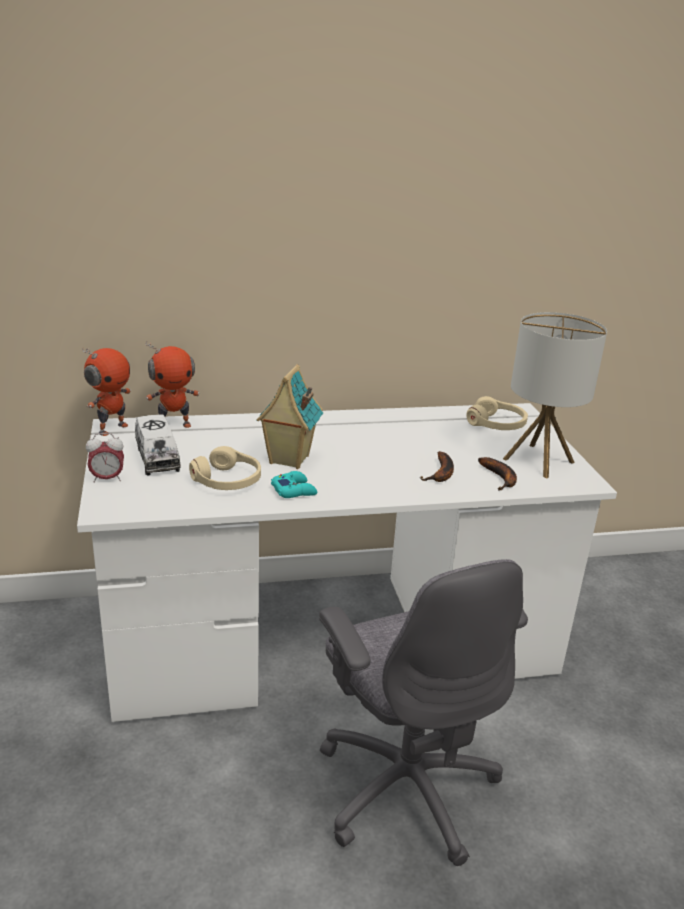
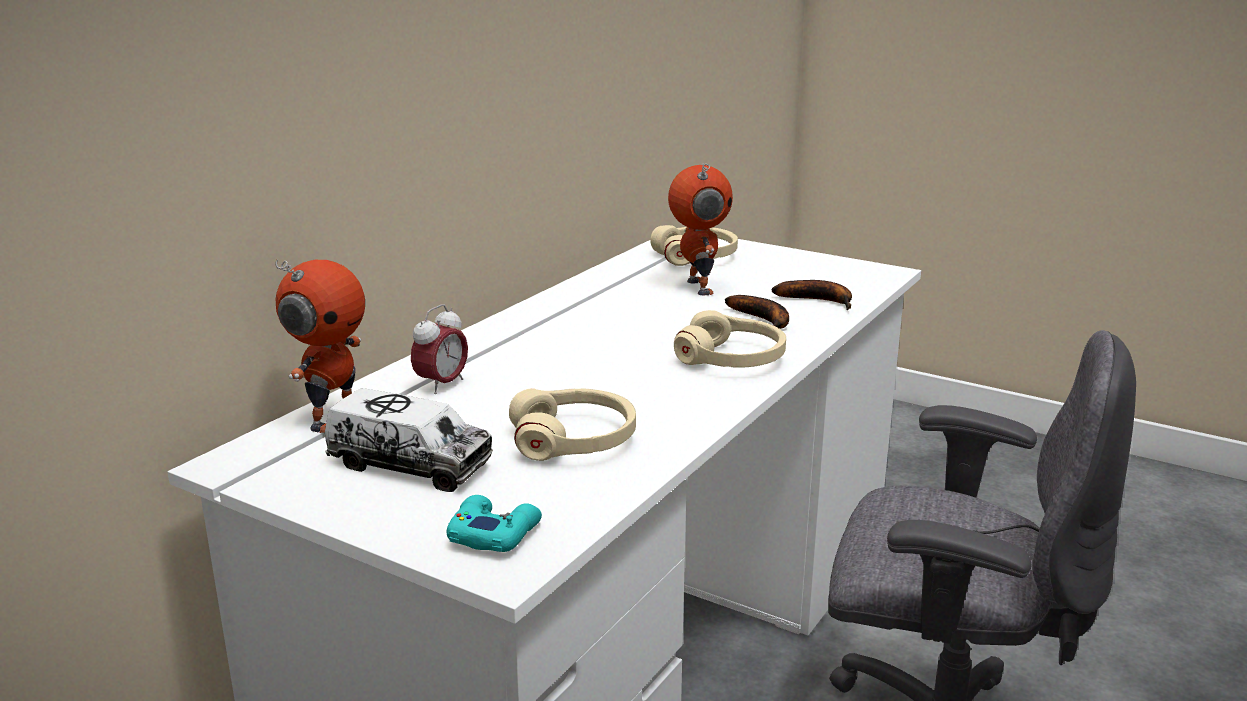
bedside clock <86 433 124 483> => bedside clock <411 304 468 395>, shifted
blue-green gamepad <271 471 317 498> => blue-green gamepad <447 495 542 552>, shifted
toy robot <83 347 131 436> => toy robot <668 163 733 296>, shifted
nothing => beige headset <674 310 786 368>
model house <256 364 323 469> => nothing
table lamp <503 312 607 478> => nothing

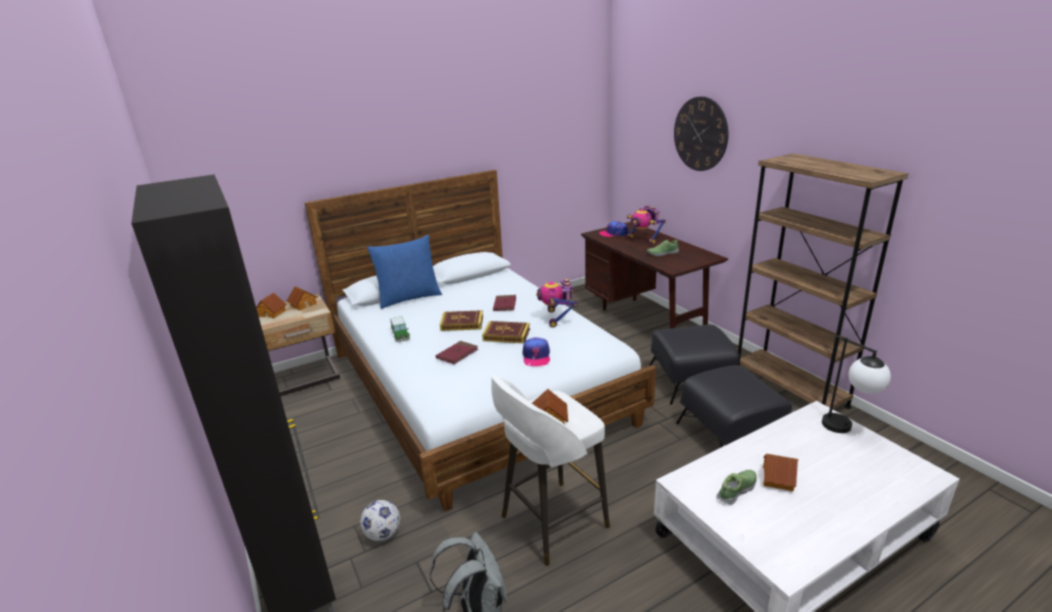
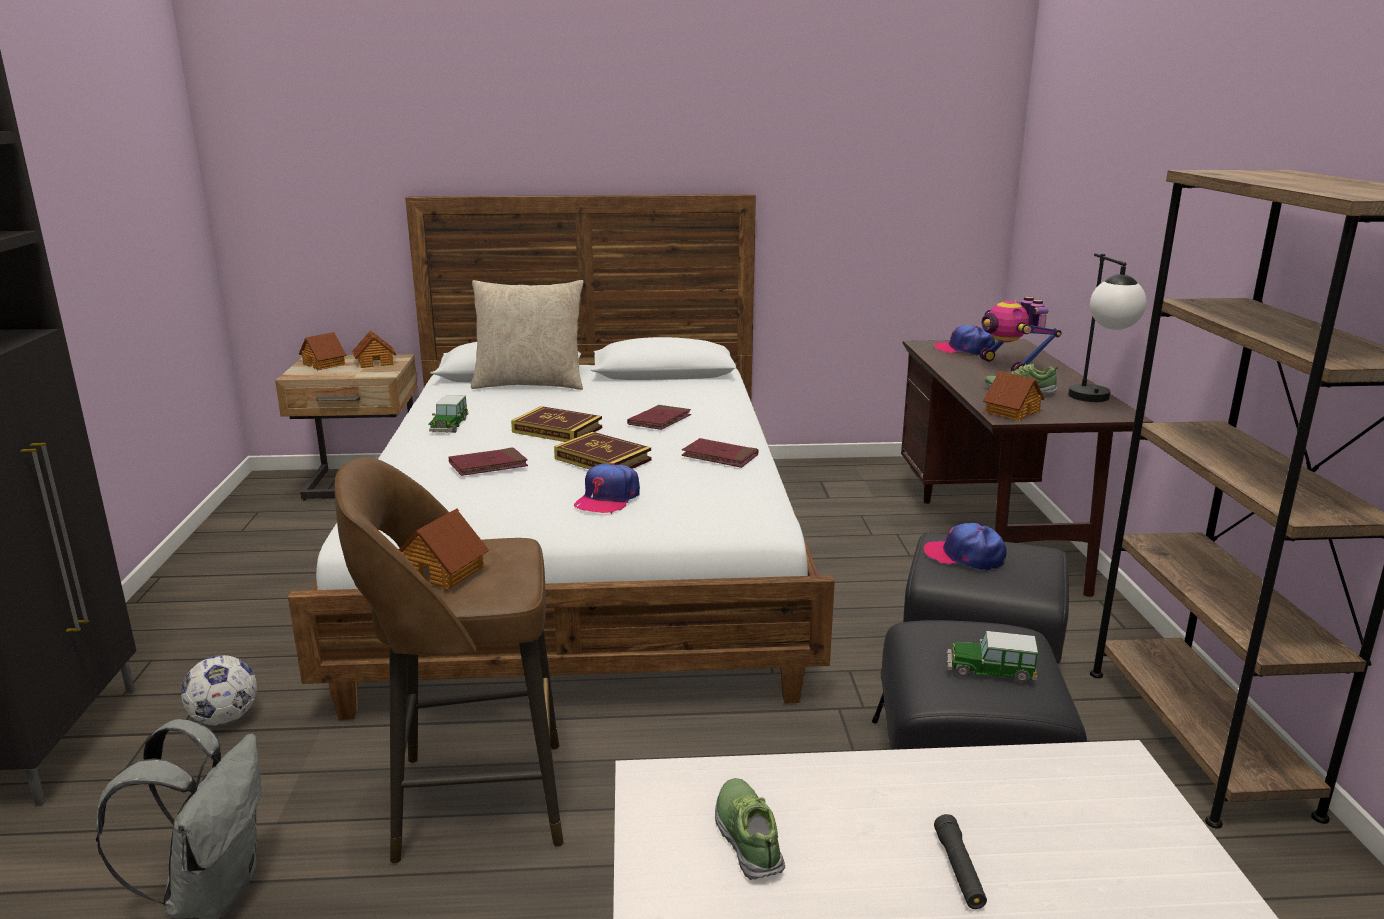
white stool <491 375 610 566> => brownish stool <335 457 564 864>
bluish pillow <367 235 442 309> => beige pillow <471 280 583 390>
toy robot <536 279 577 328> => red volume <682 438 759 468>
shoe <717 470 757 505> => shoe <715 778 785 880>, 90 degrees counterclockwise
nothing => peaked cap <924 523 1007 570>
nothing => blackish flashlight <934 814 987 909>
nothing => model car <946 631 1038 683>
model house <763 454 798 491> => model house <983 371 1044 421>, shifted
table lamp <822 335 891 433> => table lamp <1068 253 1147 402>, shifted
clock on the wall <674 96 728 171> => nothing

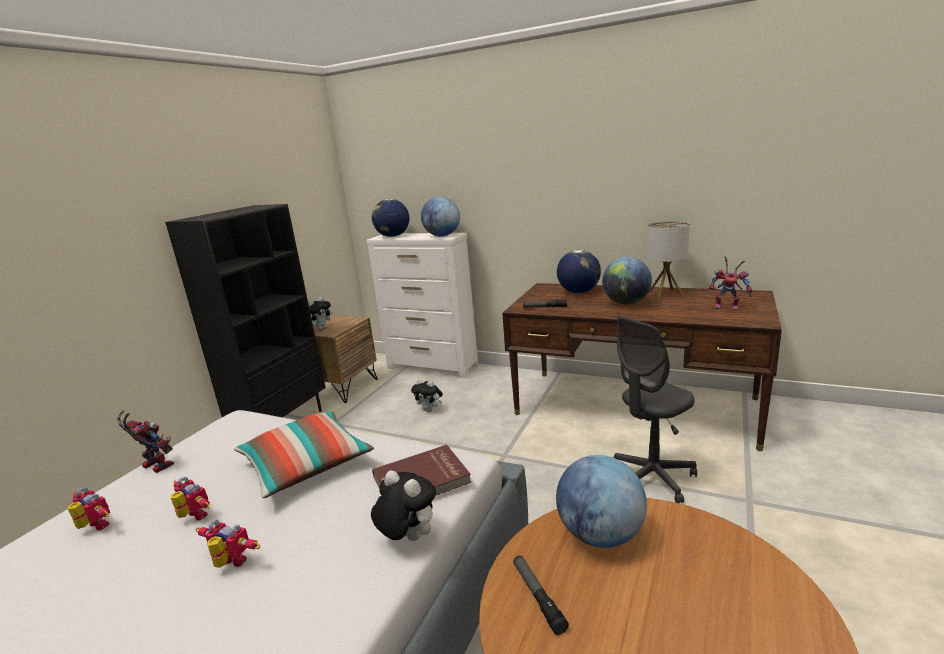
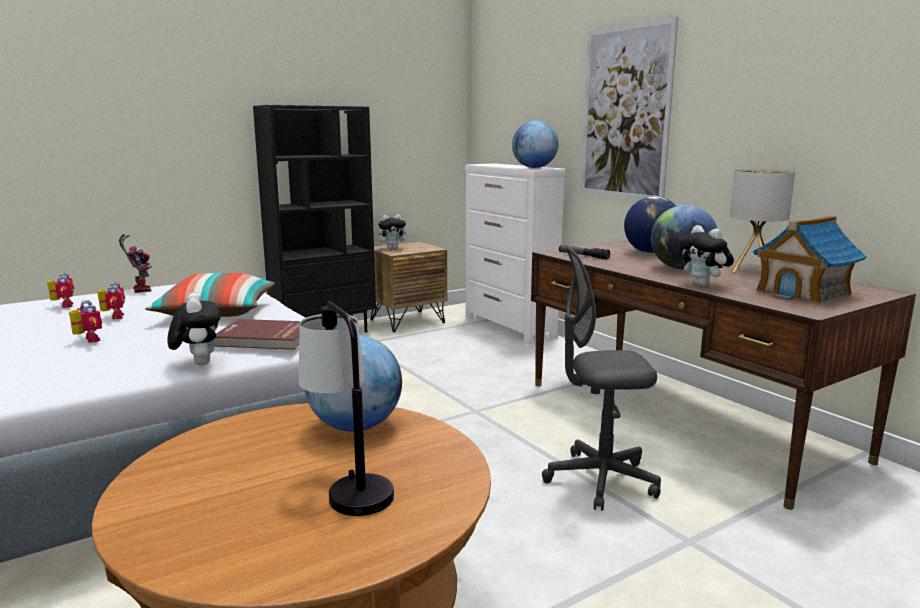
nothing => table lamp <299 301 394 516>
nothing => wall picture <581 17 678 199>
cuddly toy <411 379 443 412> => cuddly toy <679 225 734 286>, shifted
toy robot <708 256 752 310> => model house <753 216 867 304>
world globe <372 199 409 237> => nothing
flashlight <514 556 569 635> => nothing

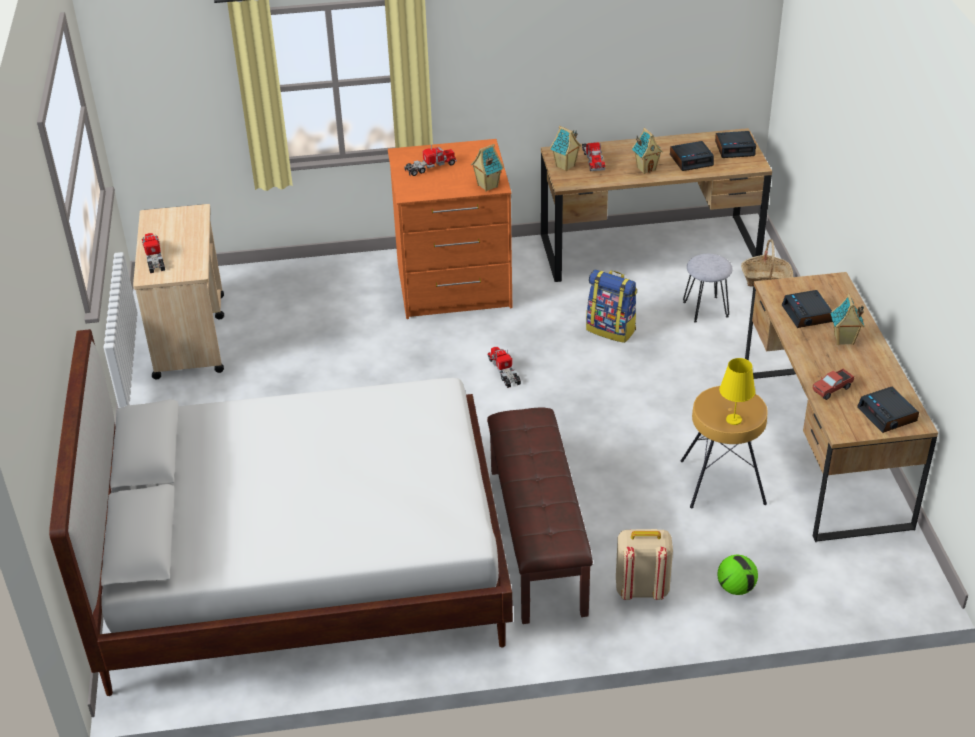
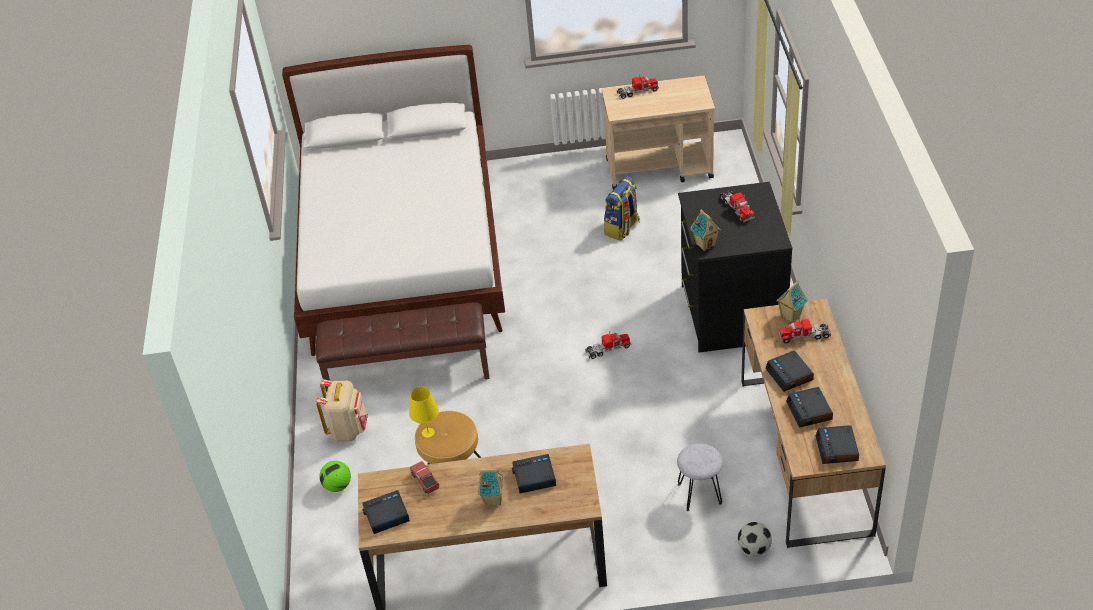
knapsack <586 269 637 343> => knapsack <604 176 640 241>, shifted
orange-coloured dresser <388 139 512 319> => blackish dresser <678 182 792 353>
storage basket <741 239 793 287> => football ball <738 522 772 556>
model house <632 128 663 174> => bedside clock <766 350 814 392>

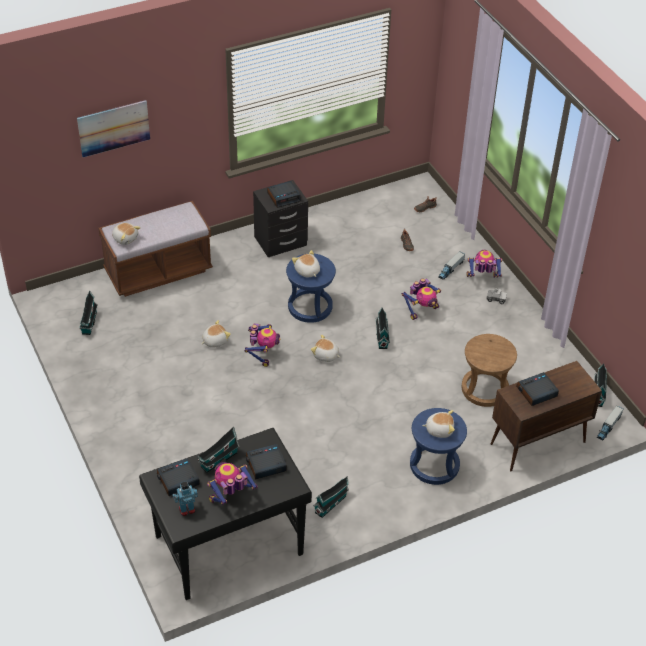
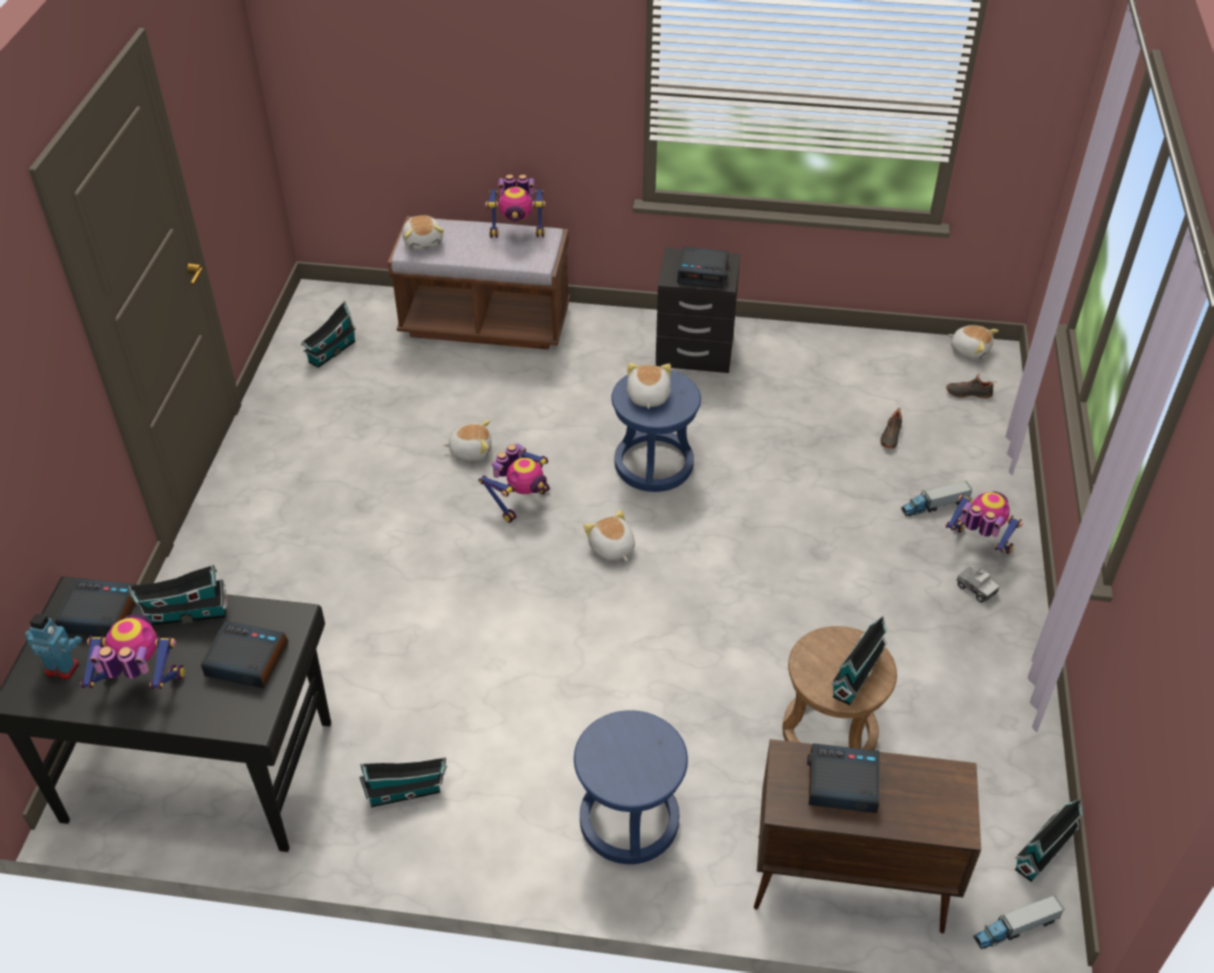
toy robot <402 278 441 320> => toy robot <485 174 546 238>, shifted
model house <376 307 390 349> => model house <831 616 887 705>, shifted
cuddly toy <422 410 455 438> => cuddly toy <948 325 999 360>, shifted
wall picture <77 100 150 157> => nothing

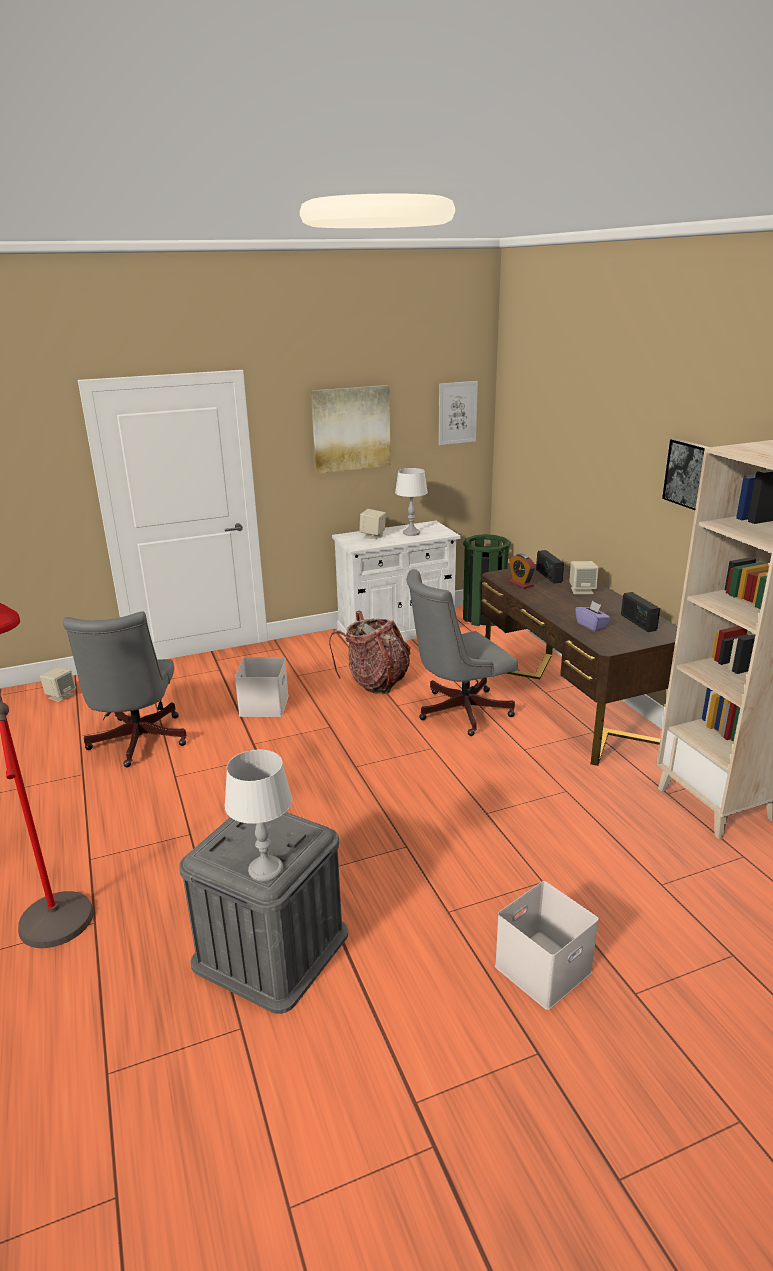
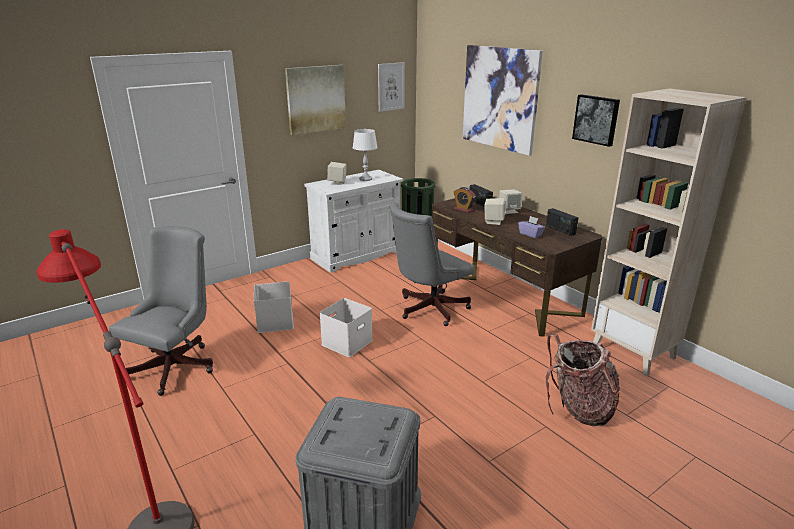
greyish office chair <63 611 186 767> => greyish office chair <109 226 213 396>, 135 degrees counterclockwise
white storage bin <495 881 599 1010> => white storage bin <319 298 373 357>, shifted
nothing => wall picture <463 45 543 156>
beige speaker <40 668 76 702> => beige speaker <485 198 505 225>, shifted
knapsack <329 611 411 694> => knapsack <546 333 620 426>, shifted
white table lamp <224 750 292 882> => nothing

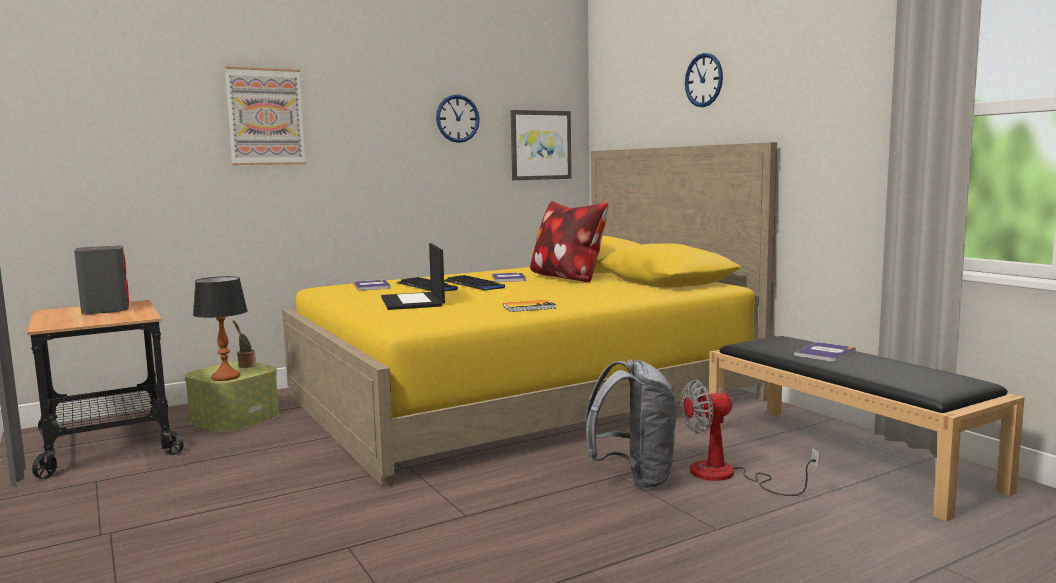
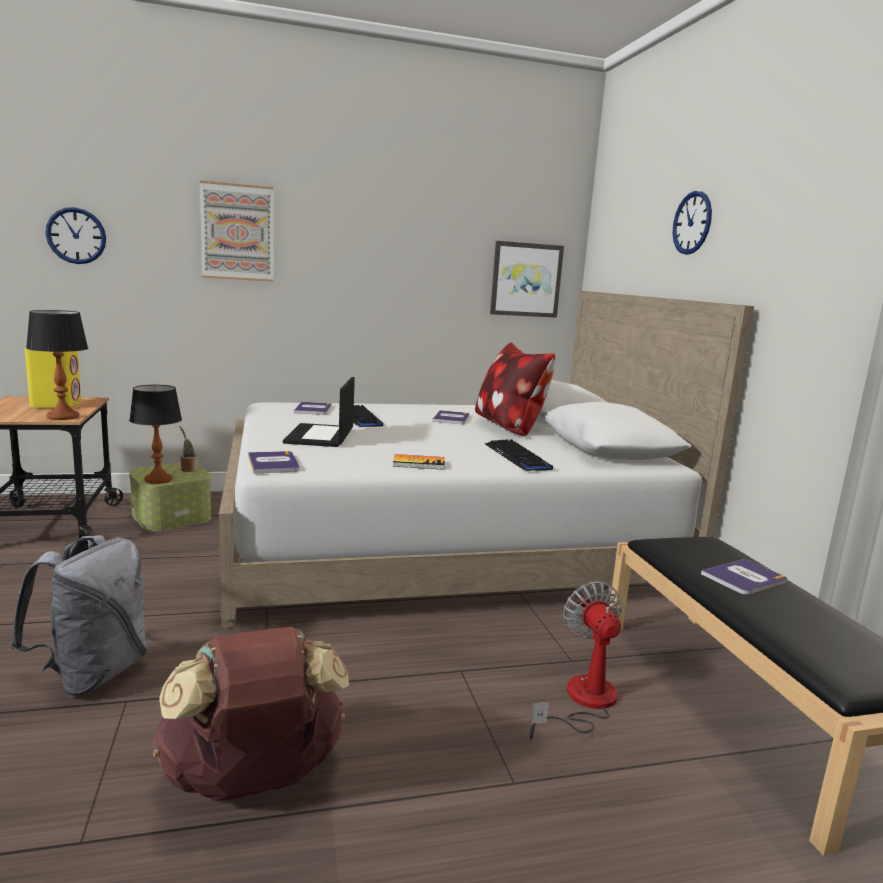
greyish knapsack <586 359 676 488> => greyish knapsack <10 535 147 697>, shifted
greyish speaker <74 245 129 314> => yellowish speaker <25 348 81 408>
nothing => table lamp <26 310 88 420>
clock on the wall <436 95 480 143> => clock on the wall <45 207 106 264>, shifted
nothing => brownish knapsack <152 627 349 801>
yellowish bedroom bed <282 142 777 487> => white bedroom bed <219 291 754 629>
nothing => volume <248 451 299 474>
keyboard <444 275 505 290> => keyboard <485 440 553 471>, shifted
fan <681 380 820 496> => fan <529 582 622 740>, 75 degrees clockwise

